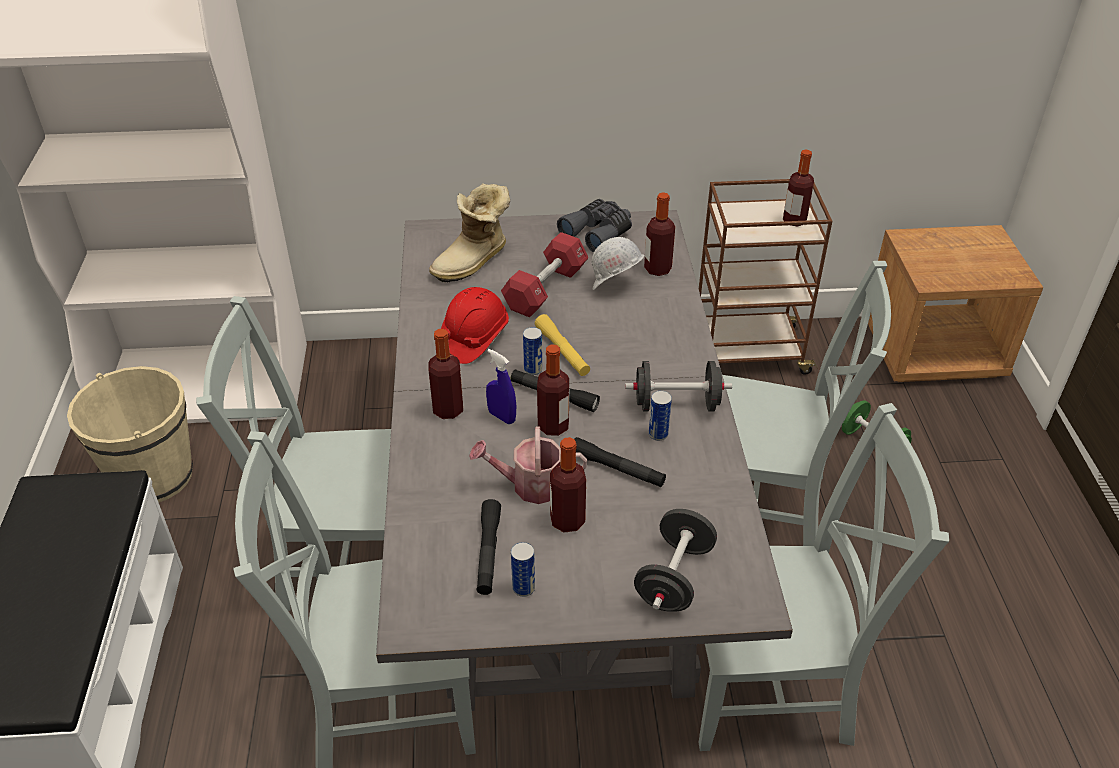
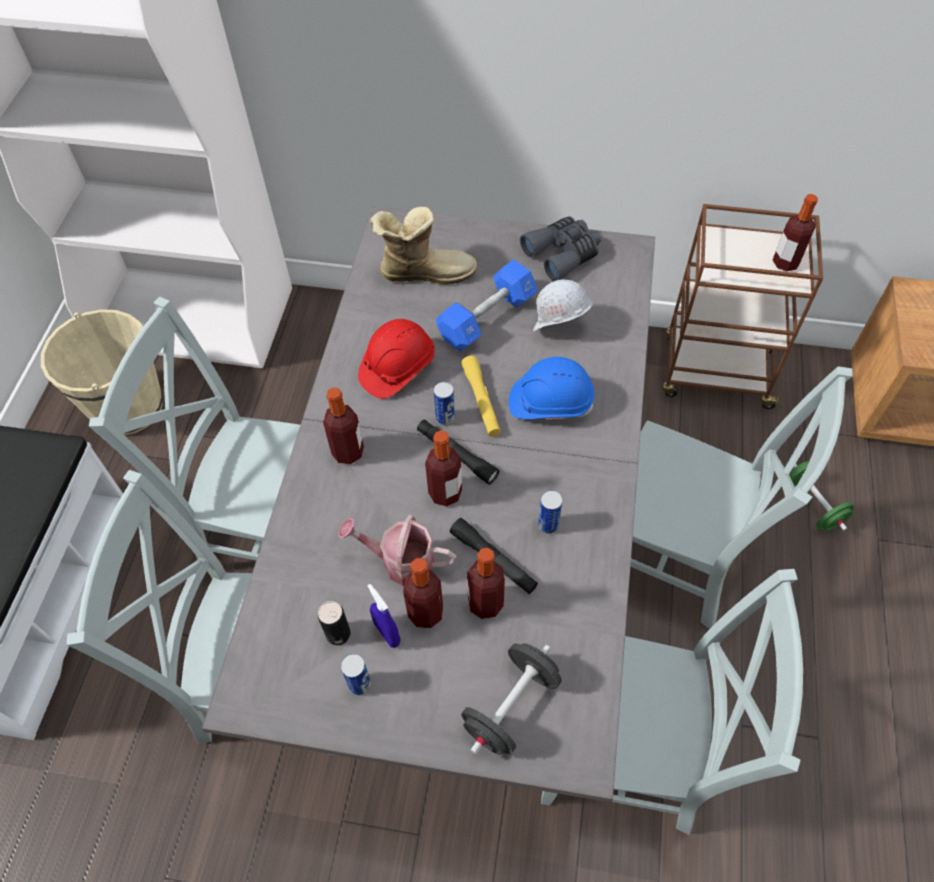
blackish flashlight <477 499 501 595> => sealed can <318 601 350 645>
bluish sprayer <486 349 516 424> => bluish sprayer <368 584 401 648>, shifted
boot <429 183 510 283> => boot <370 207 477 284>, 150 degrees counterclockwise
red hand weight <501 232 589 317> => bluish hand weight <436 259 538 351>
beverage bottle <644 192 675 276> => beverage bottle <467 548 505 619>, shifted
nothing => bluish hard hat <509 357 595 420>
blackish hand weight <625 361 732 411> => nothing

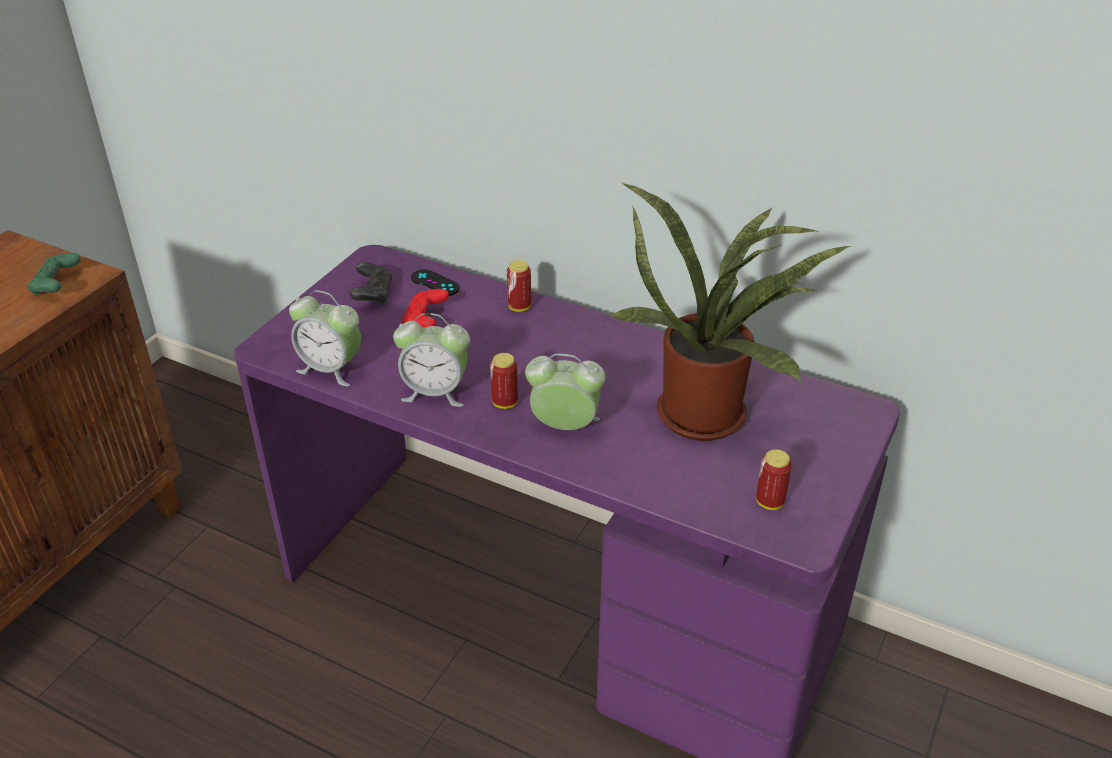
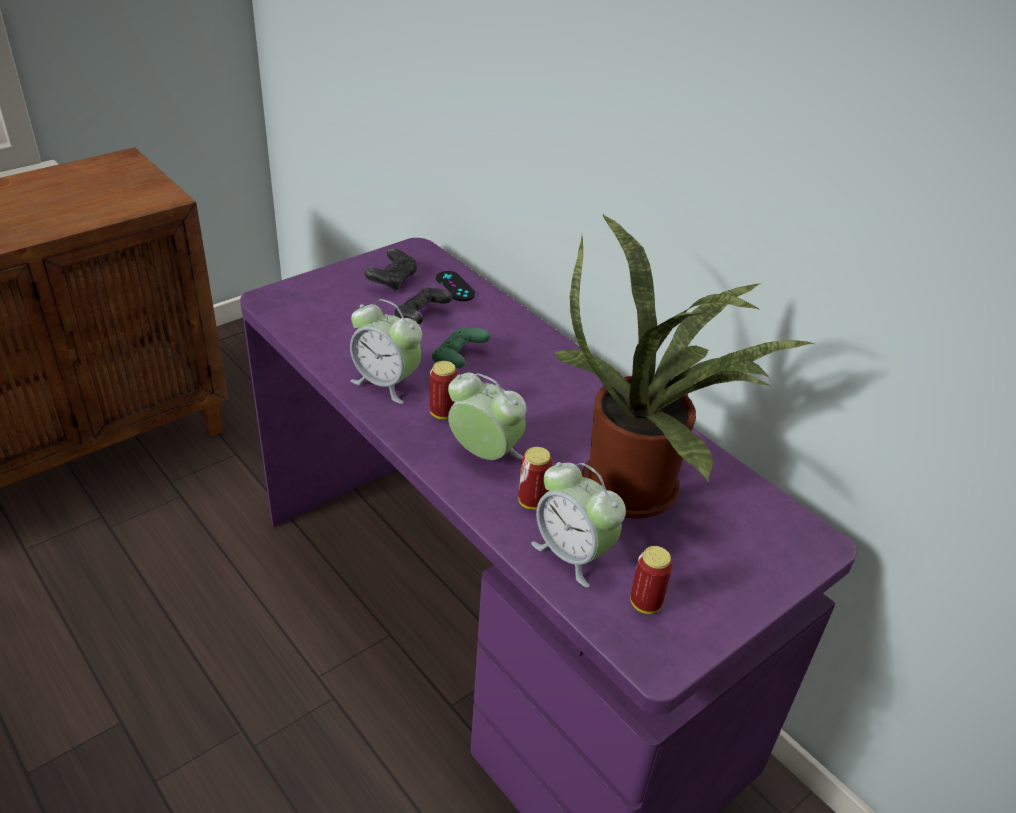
red gamepad <401 289 449 327> => blackish gamepad <394 287 453 324>
green gamepad <28 253 81 295> => green gamepad <432 327 490 368>, shifted
sealed can <507 260 531 312> => sealed can <518 447 553 510>, shifted
bedside clock <289 290 361 387> => bedside clock <531 462 626 588>, shifted

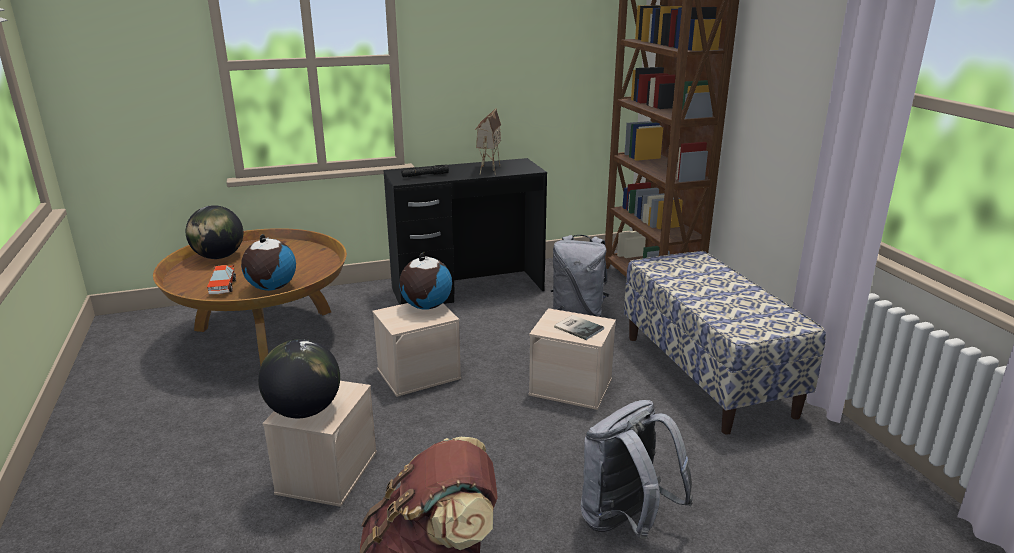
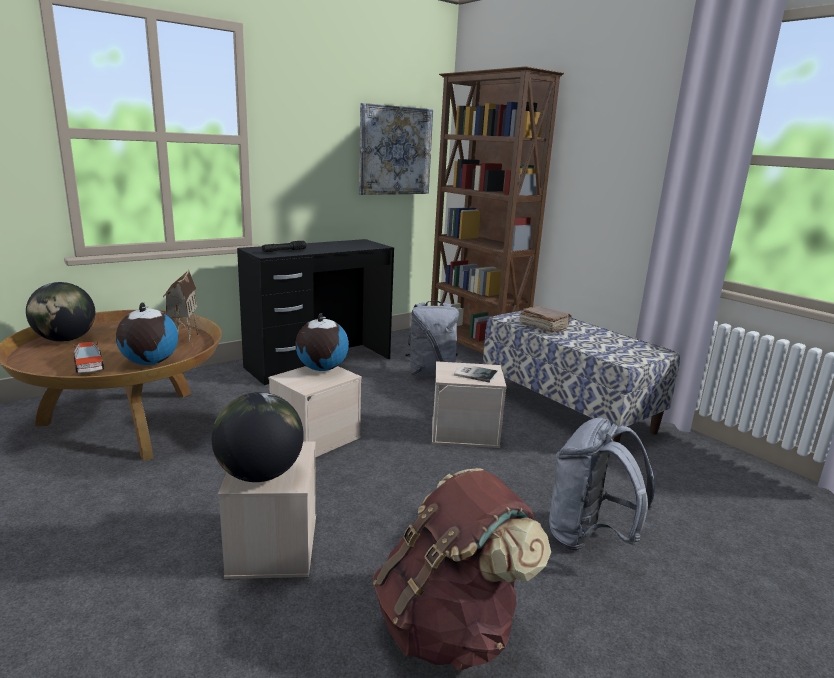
model house <475 108 501 175> => model house <163 270 198 347>, shifted
nothing => wall picture <359 103 433 195>
nothing => brownish volume <520 306 572 332>

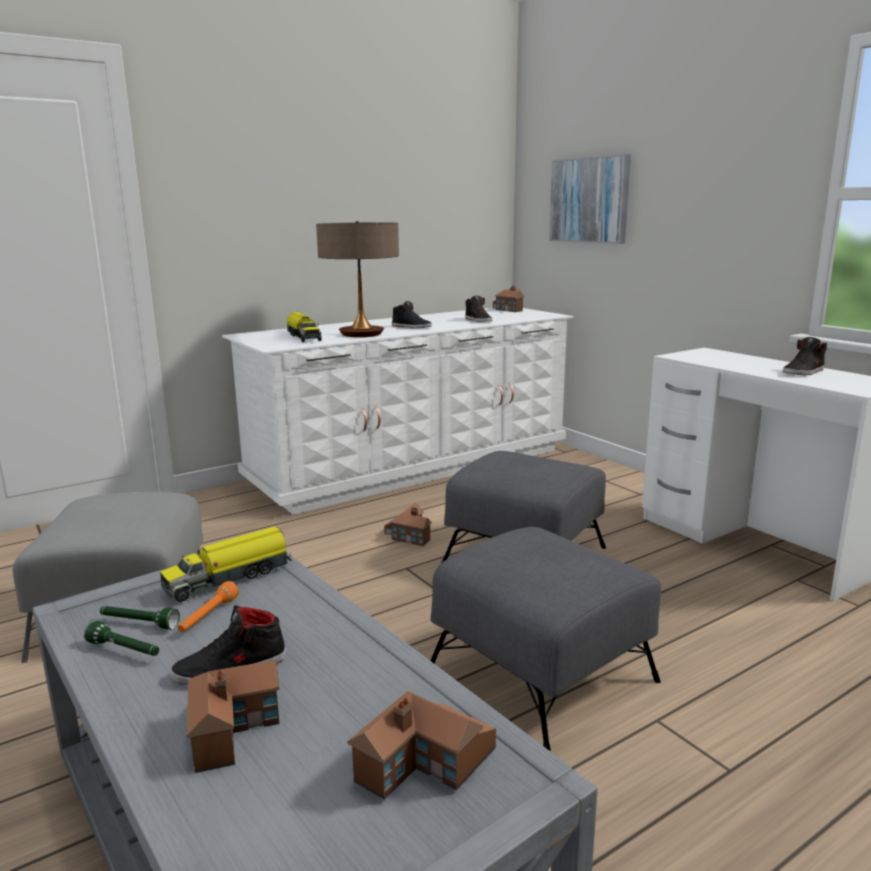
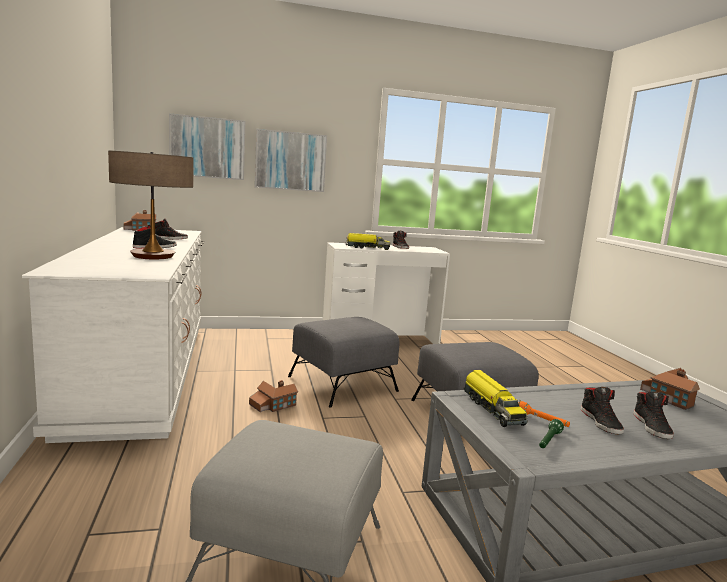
nothing => wall picture <255 129 327 192>
model truck <287 312 322 342> => model truck <346 233 390 250>, shifted
model house <187 660 280 773> => blackish shoe <634 391 674 439>
green flashlight <84 621 159 656> => nothing

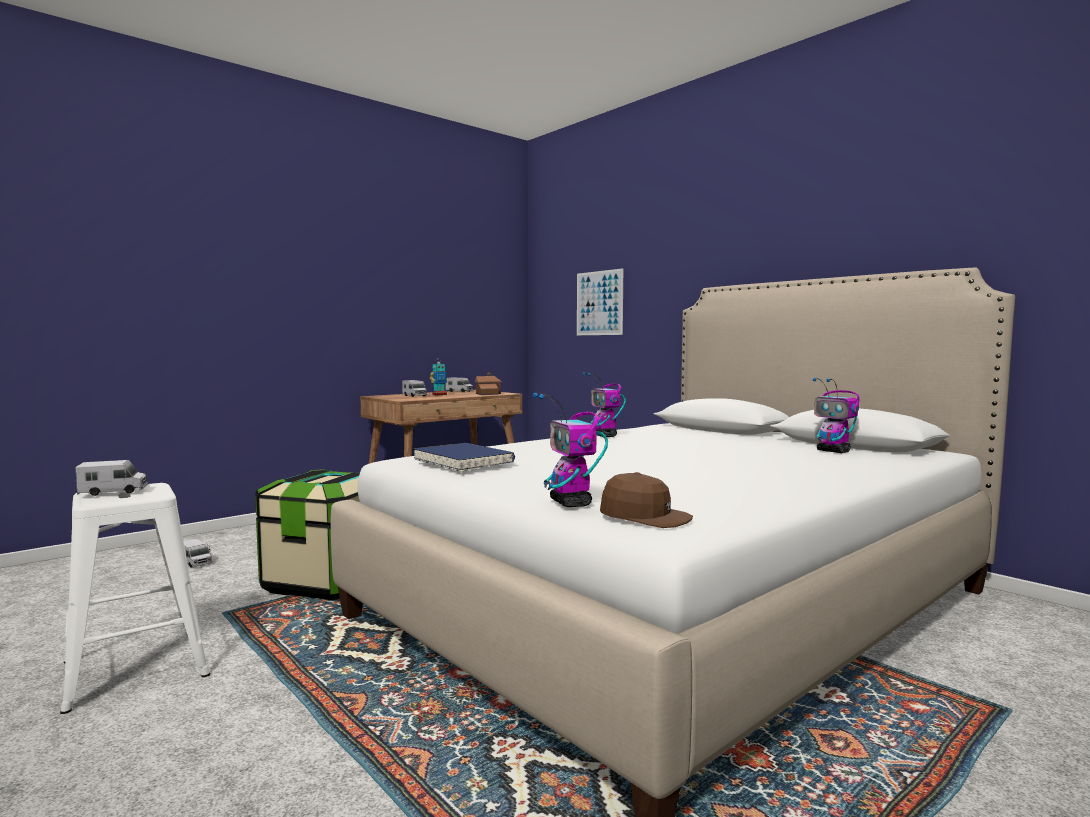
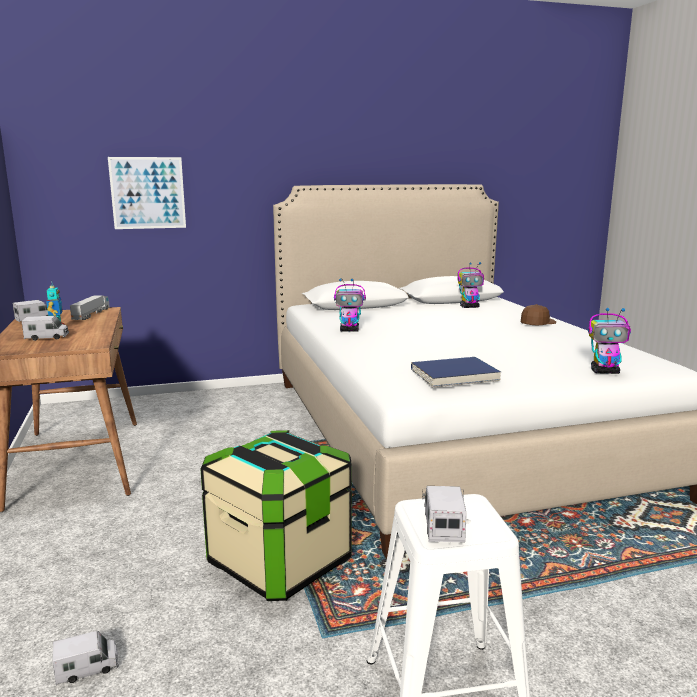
model house <475 372 502 395> => model truck <70 295 110 320>
brownish peaked cap <600 472 693 528> => brownish peaked cap <520 304 556 325>, shifted

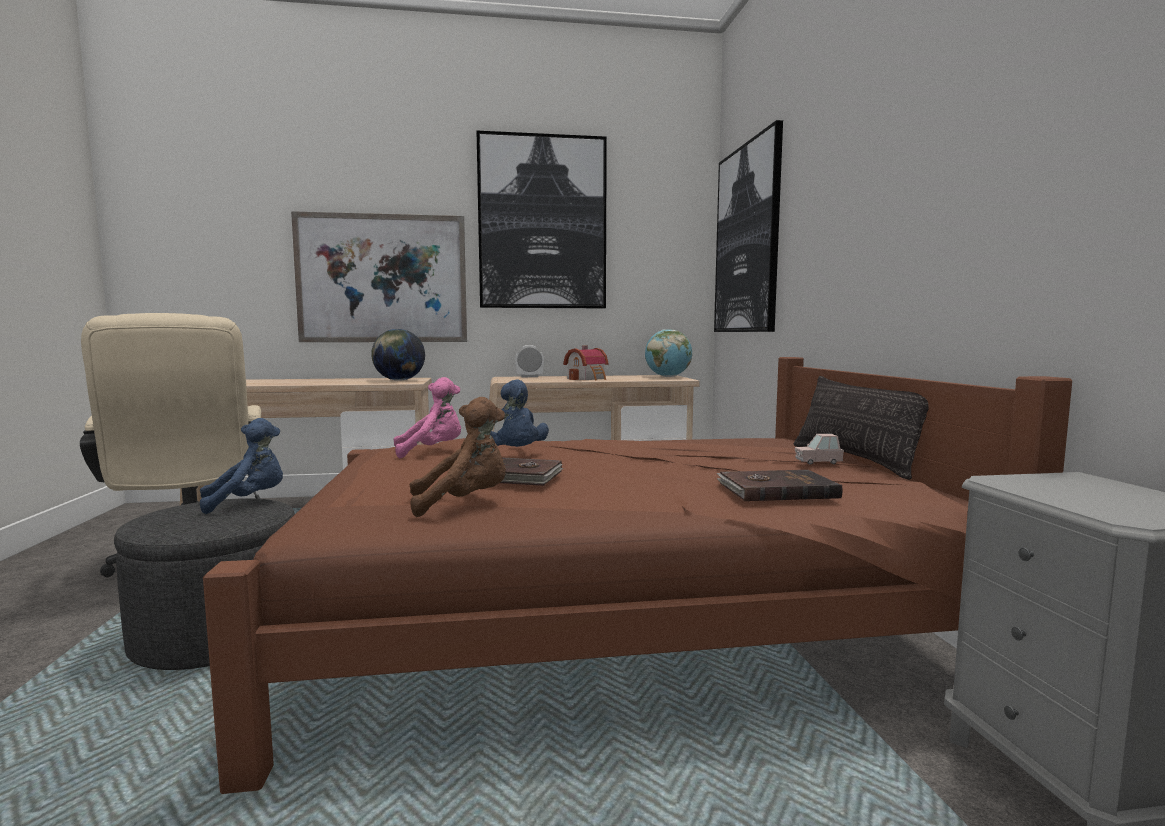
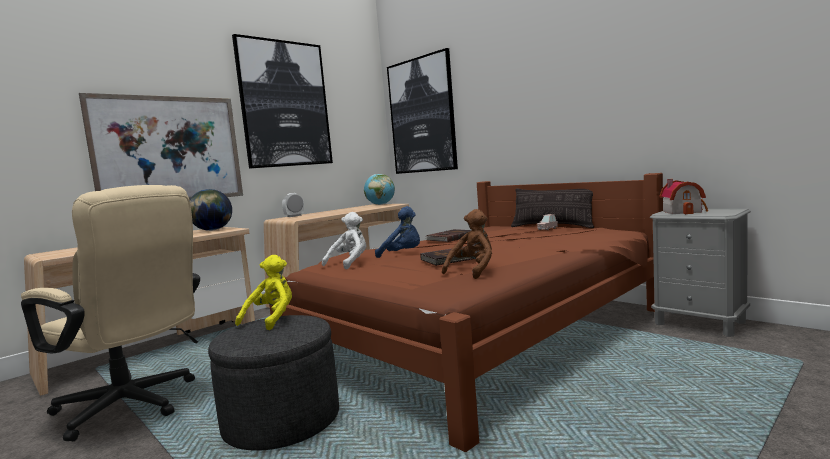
bluish cuddly toy <200 418 283 514> => yellowish cuddly toy <235 255 292 330>
pink-coloured cuddly toy <393 377 461 459> => white cuddly toy <322 212 366 269>
brownish volume <717 470 842 501> => brownish volume <425 229 471 242>, shifted
model house <563 346 609 380> => model house <659 179 708 214>, shifted

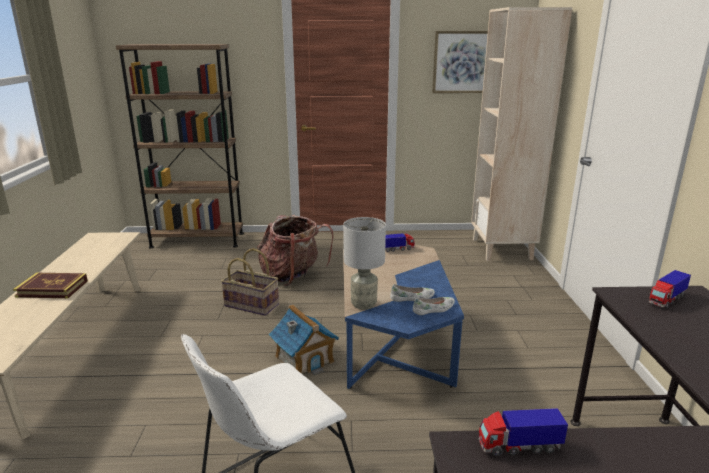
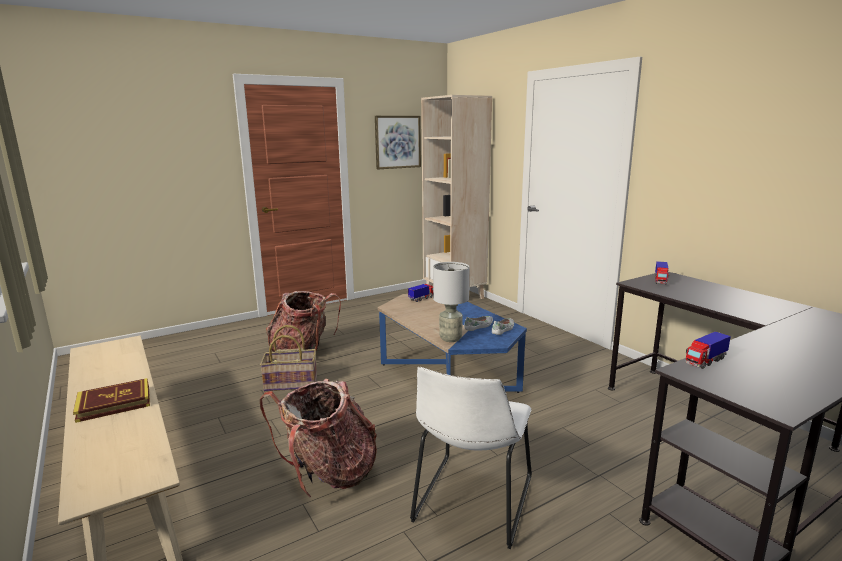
nothing => knapsack <260 379 377 497>
brownish bookshelf <116 44 244 248> => nothing
model house <268 304 339 375> => nothing

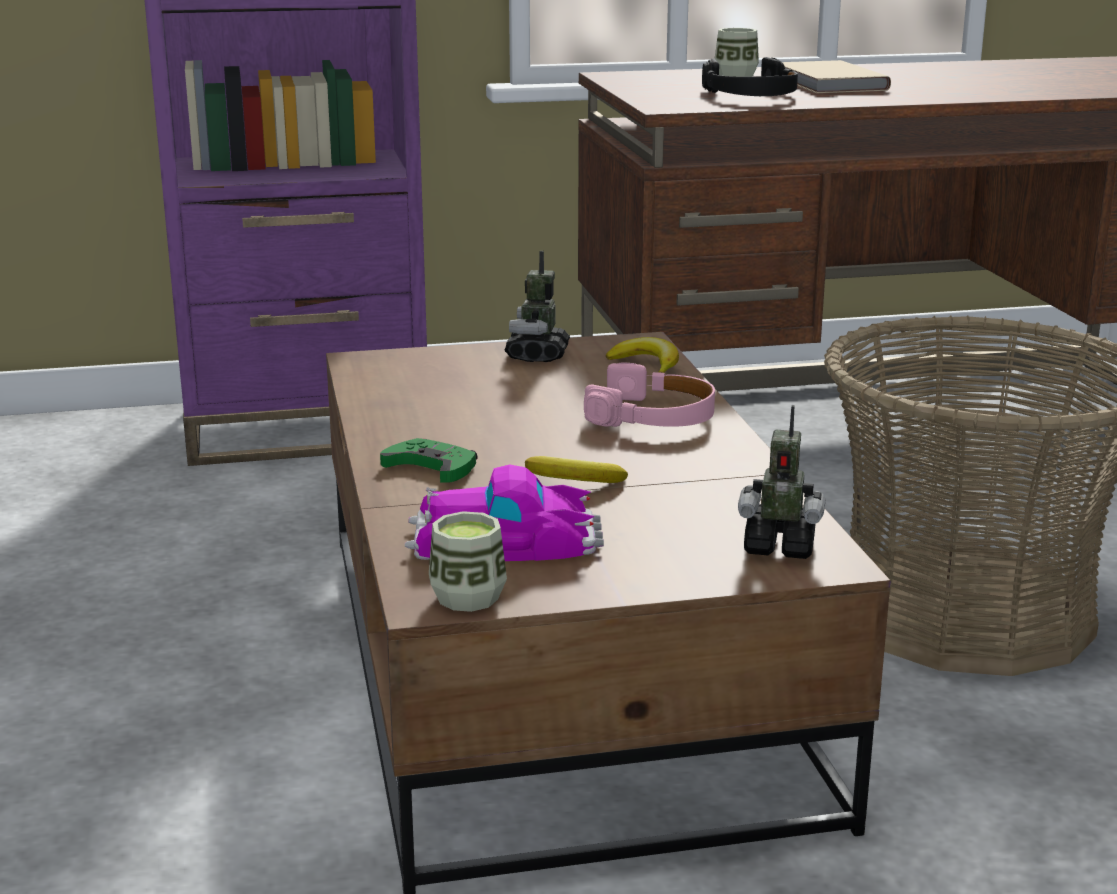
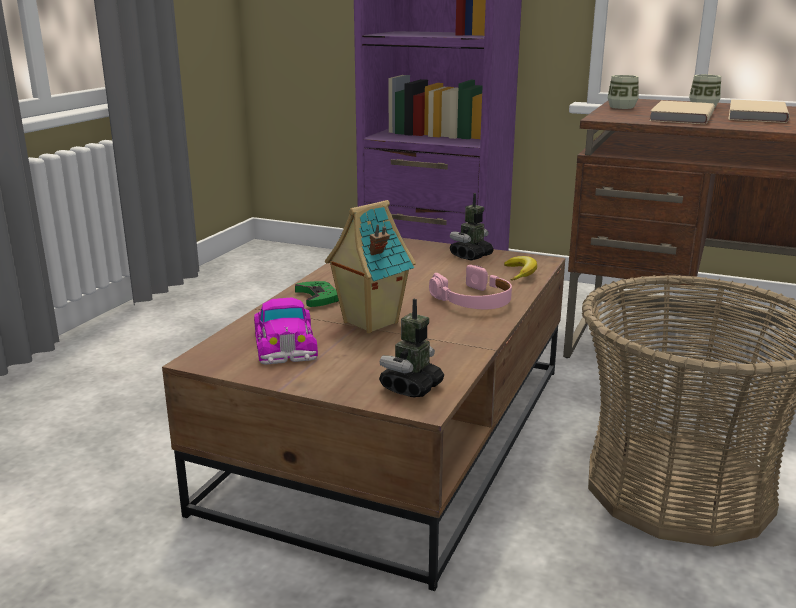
model car <405 464 604 561> => model car <254 298 318 365>, 135 degrees counterclockwise
banana fruit <525 456 628 483> => model house <325 200 416 333>
toy robot <738 405 825 559> => toy robot <379 299 444 398>, 75 degrees clockwise
drinking cup <429 511 507 612> => drinking cup <608 75 639 109>, shifted
blackish headset <702 57 798 96> => beige volume <649 101 715 124>

